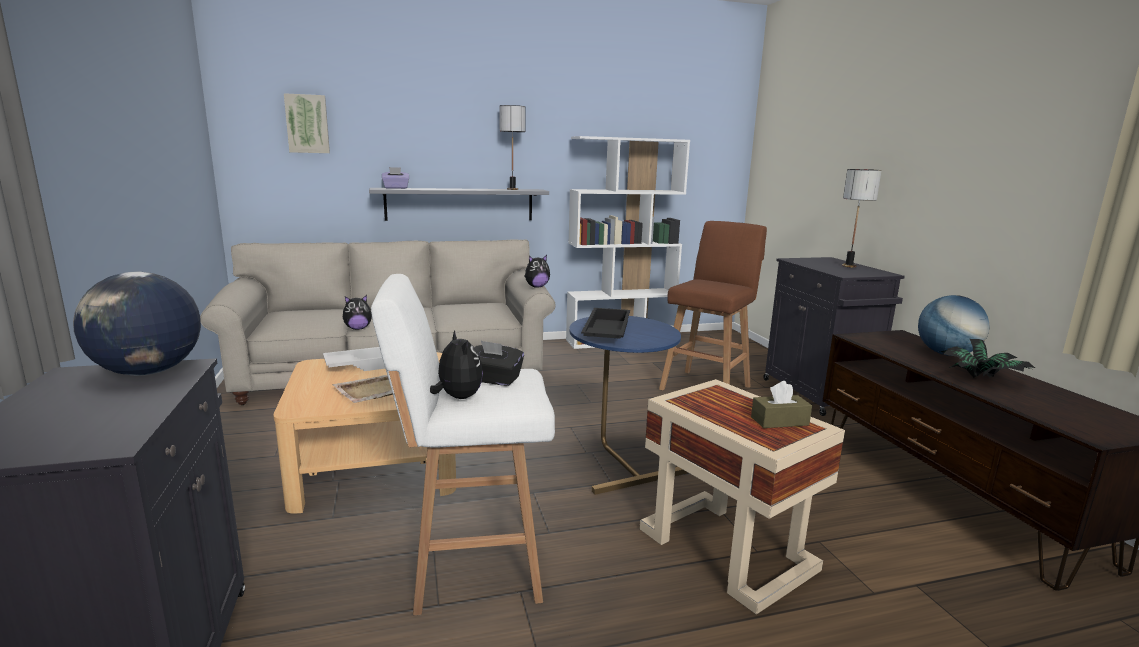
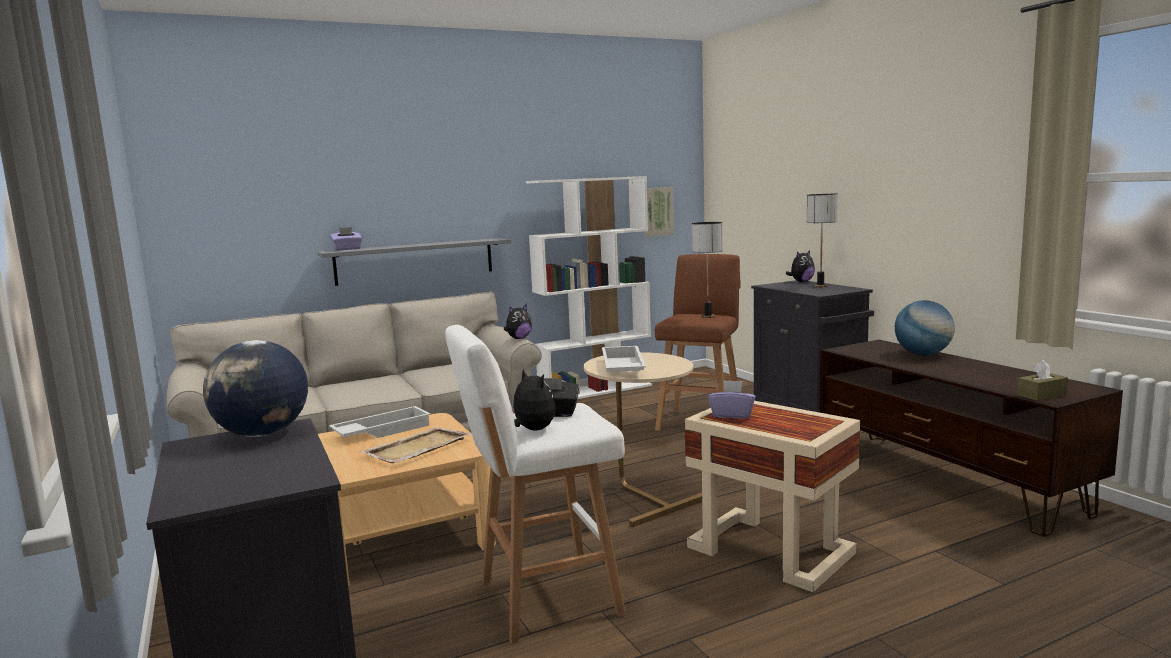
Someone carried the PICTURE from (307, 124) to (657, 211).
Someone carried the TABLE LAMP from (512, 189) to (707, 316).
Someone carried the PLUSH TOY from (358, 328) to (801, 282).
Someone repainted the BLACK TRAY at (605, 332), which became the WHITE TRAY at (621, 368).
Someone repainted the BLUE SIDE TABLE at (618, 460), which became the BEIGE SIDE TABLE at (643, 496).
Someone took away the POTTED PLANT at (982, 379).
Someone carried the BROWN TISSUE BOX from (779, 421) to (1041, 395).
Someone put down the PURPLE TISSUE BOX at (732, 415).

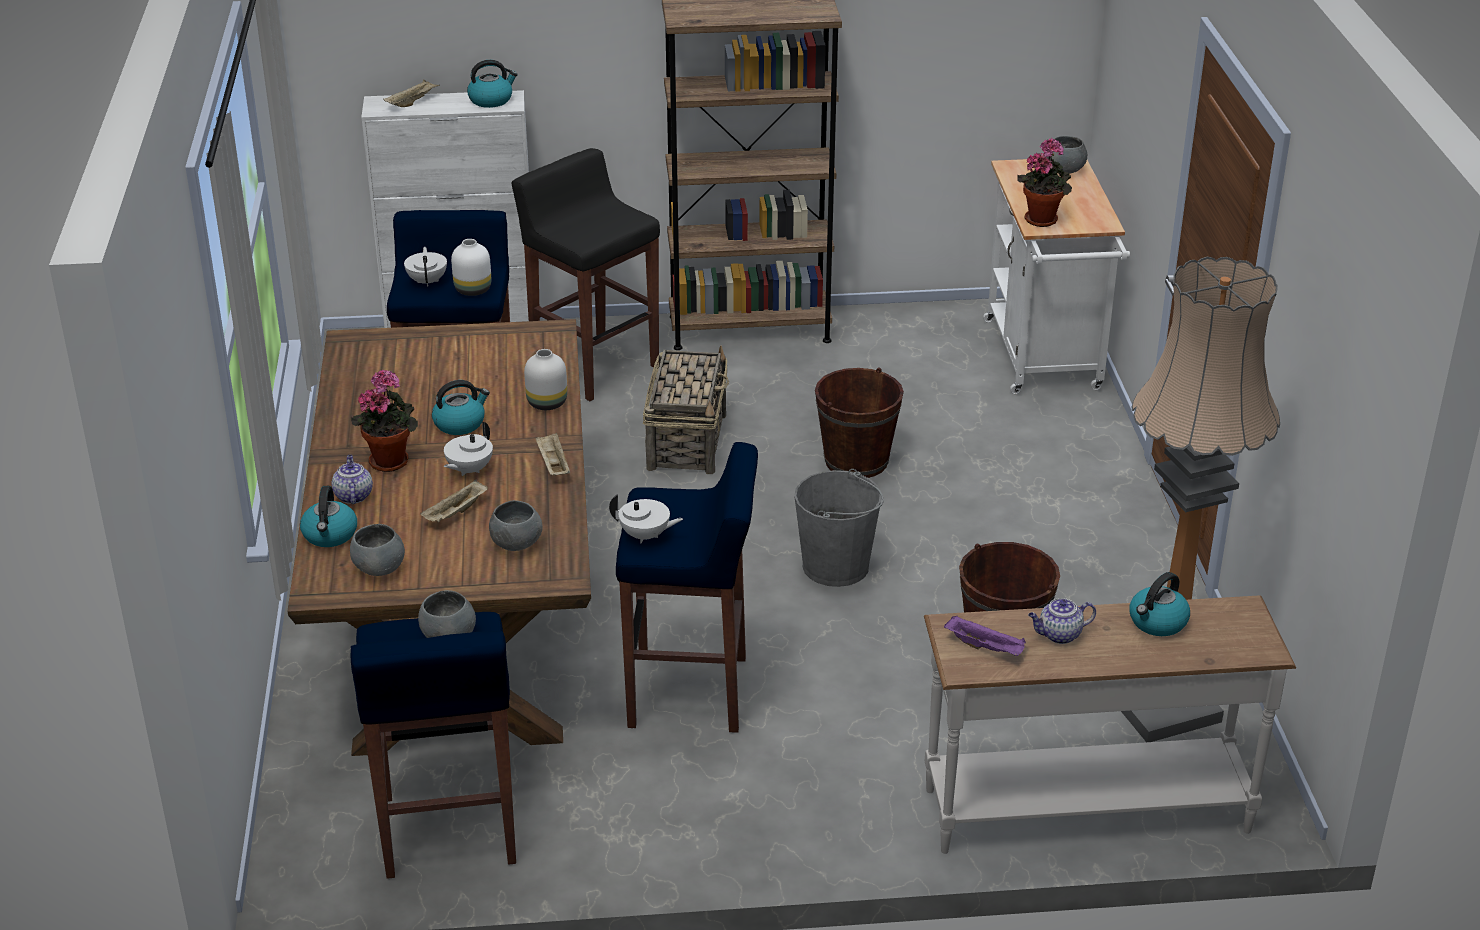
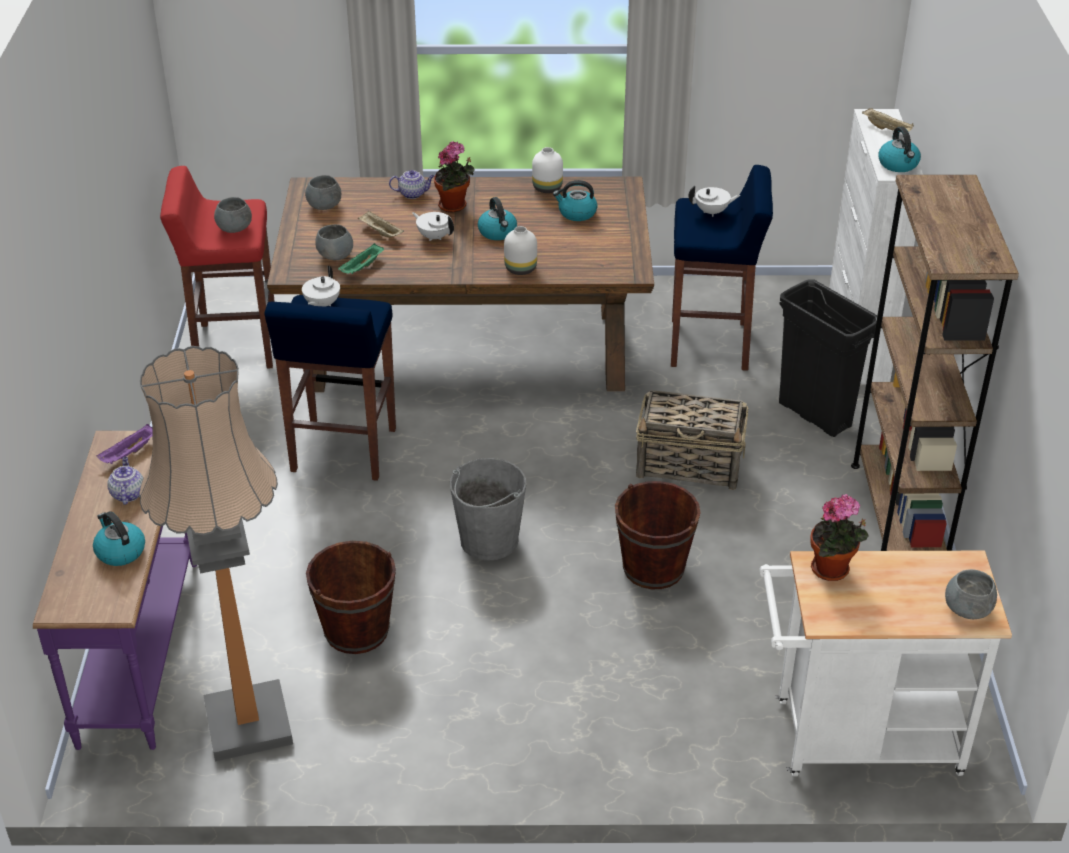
Someone swapped the BLACK STOOL at (594, 367) for the BLACK TRASH CAN at (815, 415).
Someone carried the WHITE VASE from (473, 289) to (548, 188).
Someone took away the BEIGE TRAY at (553, 465).
Someone carried the KETTLE from (330, 535) to (576, 213).
Someone repainted the WHITE CONSOLE TABLE at (1085, 808), which became the PURPLE CONSOLE TABLE at (142, 651).
Someone repainted the BLUE STOOL at (448, 832), which became the RED STOOL at (234, 346).
Someone put down the GREEN TRAY at (362, 268).

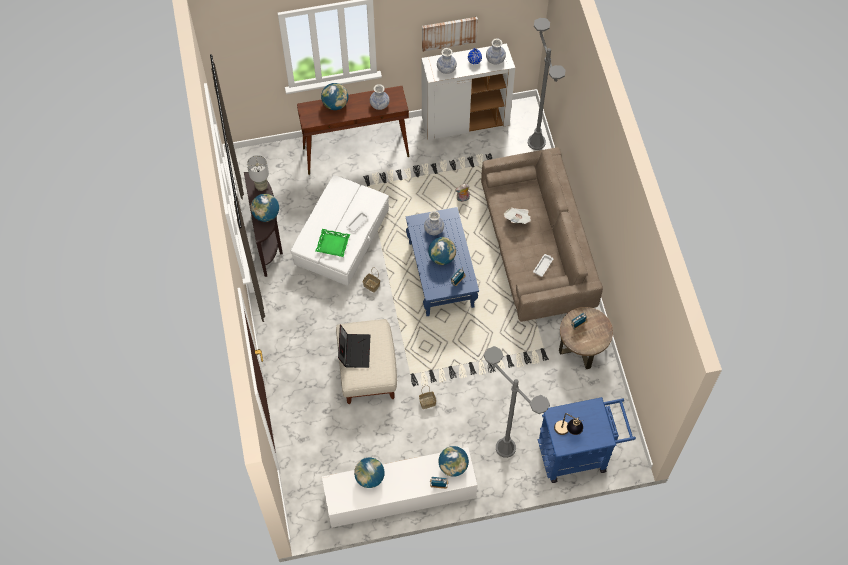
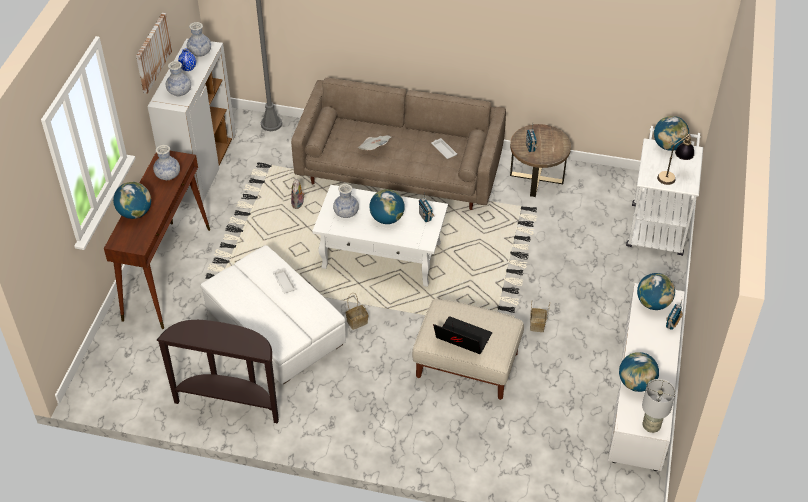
Someone carried the GREY TABLE LAMP from (261, 186) to (651, 426).
Someone carried the GLOBE from (266, 215) to (668, 146).
Someone repainted the BLUE COFFEE TABLE at (441, 275), which became the WHITE COFFEE TABLE at (382, 256).
Someone took away the GREEN TRAY at (333, 244).
Someone took away the GREY FLOOR LAMP at (505, 447).
Someone repainted the BLUE CART at (578, 453), which became the WHITE CART at (657, 224).

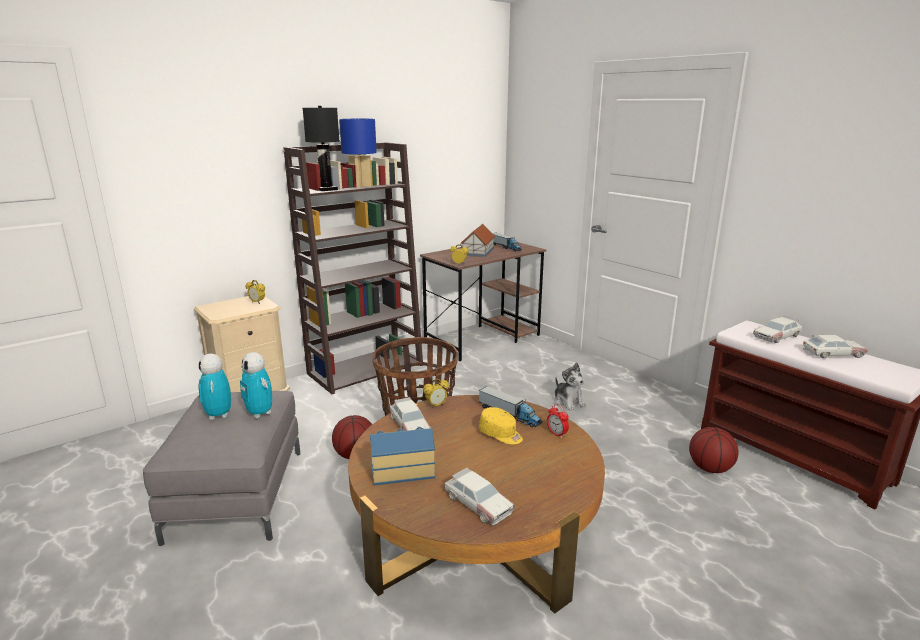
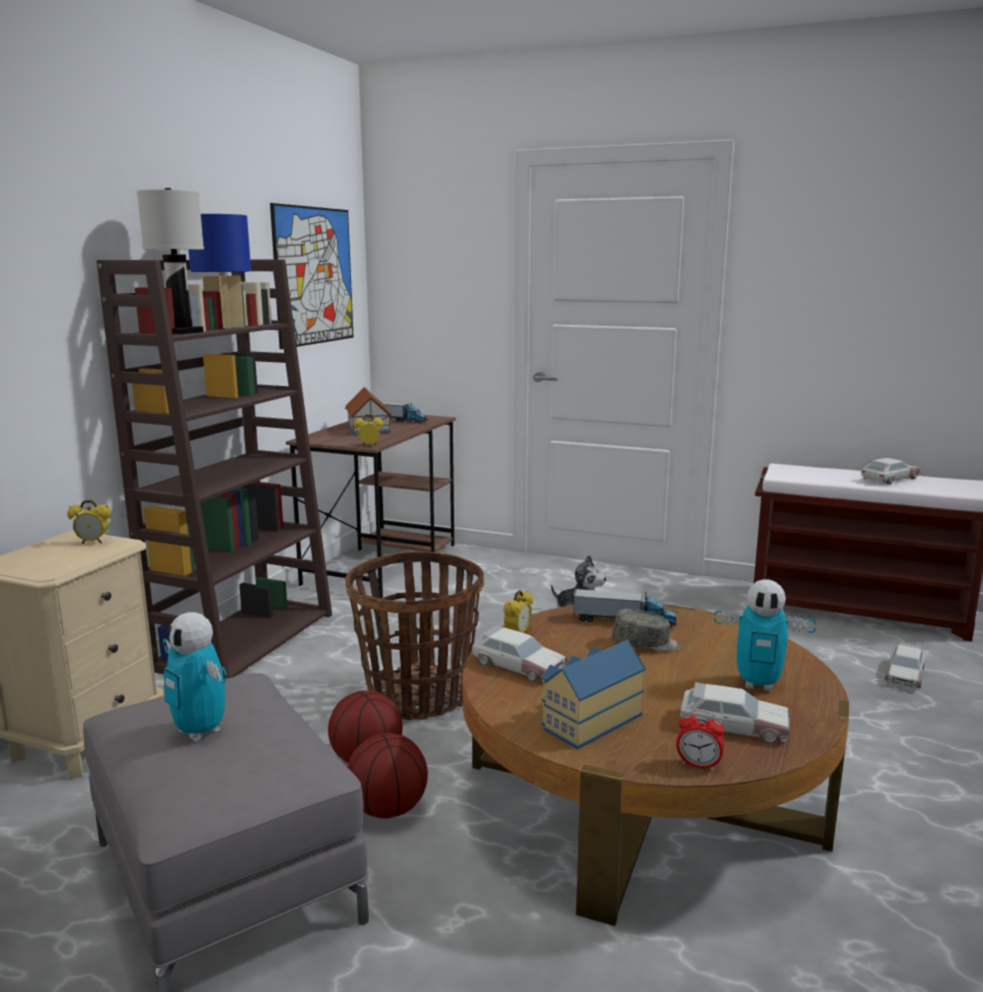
Someone repainted the BLACK TABLE LAMP at (326, 189), which became the WHITE TABLE LAMP at (181, 332).
Someone carried the TOY CAR from (776, 336) to (904, 674).
Someone carried the TOY ROBOT from (260, 413) to (758, 684).
Someone carried the ALARM CLOCK from (557, 434) to (698, 765).
Someone repainted the YELLOW CAP at (501, 434), which became the GREY CAP at (646, 644).
Someone carried the BASKETBALL from (710, 468) to (388, 809).
Someone put up the PICTURE at (314, 276).

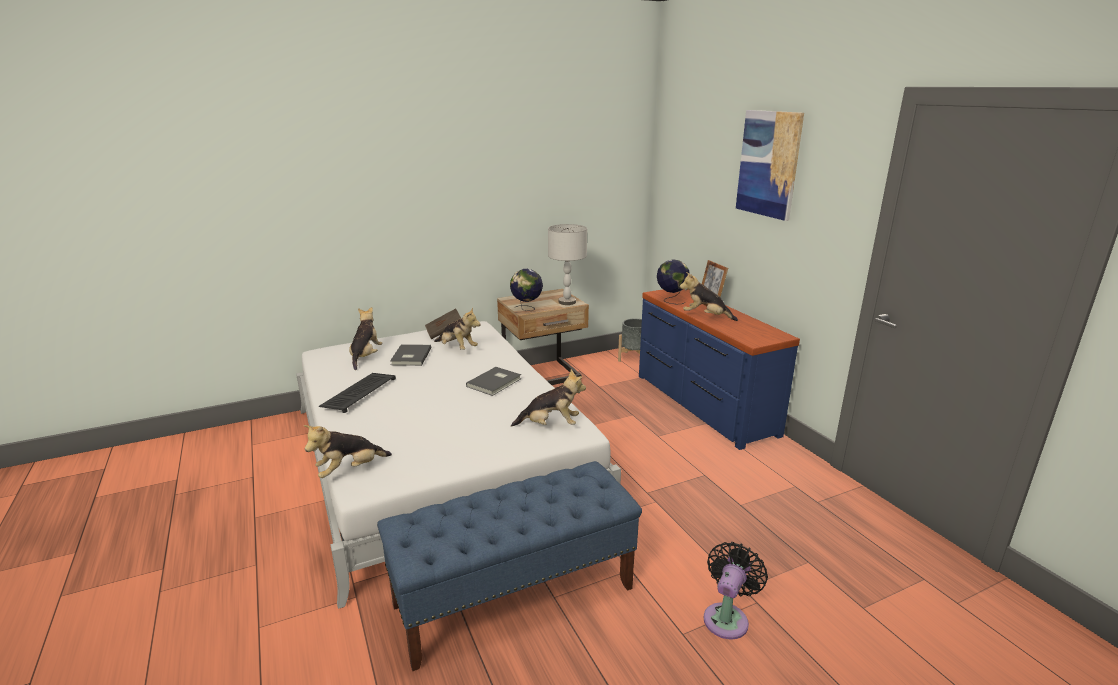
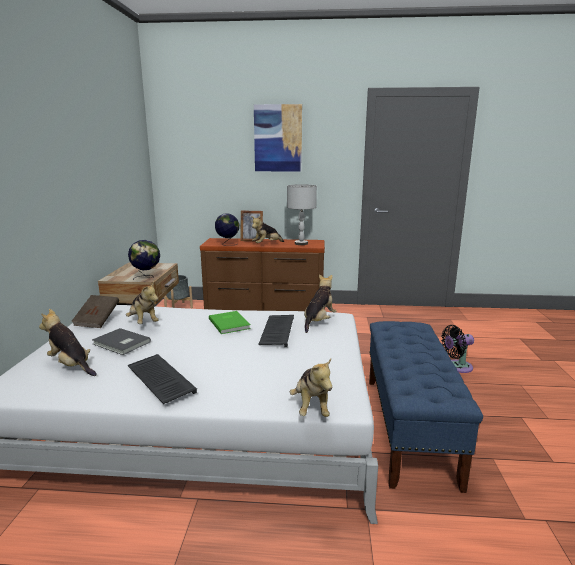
Someone carried the GREY TABLE LAMP from (567, 302) to (301, 243).
Someone repainted the BLUE DRESSER at (702, 404), which became the BROWN DRESSER at (264, 309).
Someone rotated the PLUSH TOY at (457, 348) by 75 degrees clockwise.
Someone repainted the GREY BOOK at (495, 382), which became the GREEN BOOK at (230, 323).
Someone rotated the BLACK FAN at (727, 617) by 75 degrees counterclockwise.
Someone put down the KEYBOARD at (276, 331).

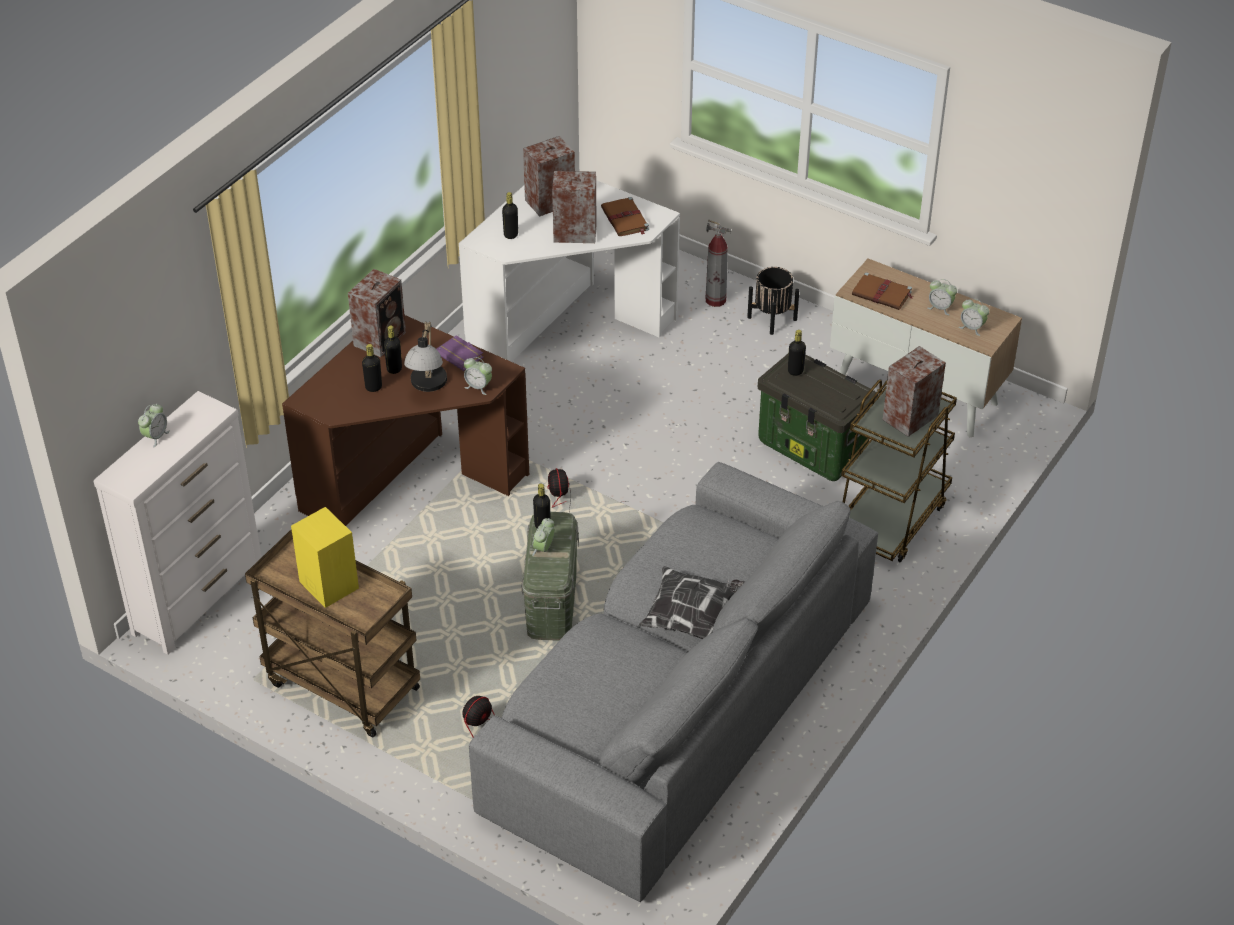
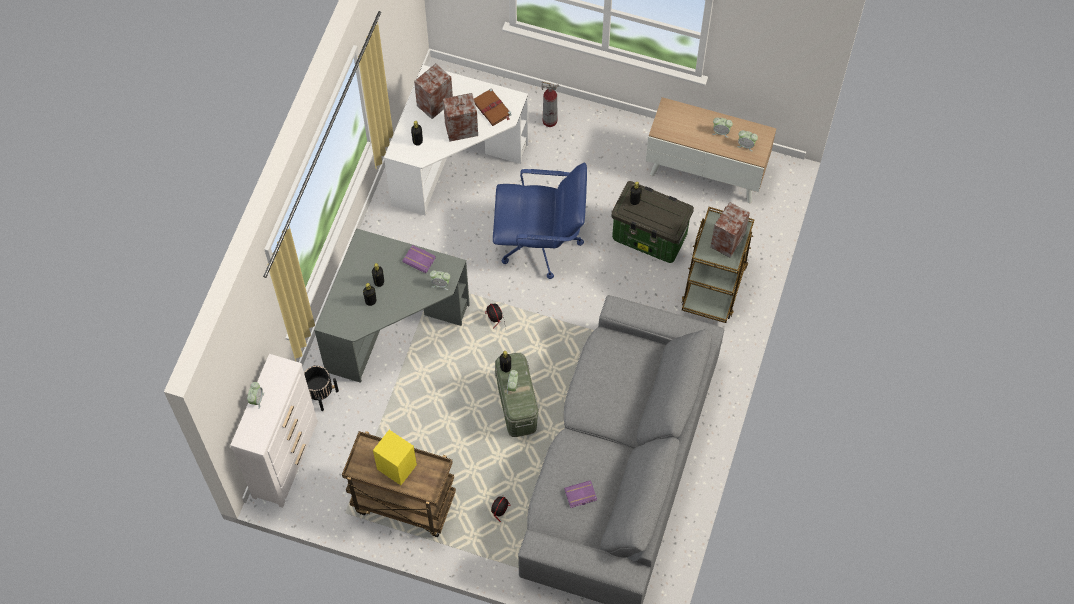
Someone carried the BLACK PLANTER from (772, 318) to (320, 393).
Someone took away the SPEAKER at (381, 338).
Someone took away the BROWN BOOK at (882, 294).
Someone repainted the BROWN DESK at (411, 480), which became the GREY DESK at (392, 328).
Someone took away the TABLE LAMP at (428, 386).
Someone took away the PILLOW at (693, 618).
Someone put down the BLUE OFFICE CHAIR at (540, 243).
Someone put down the PURPLE BOOK at (580, 496).

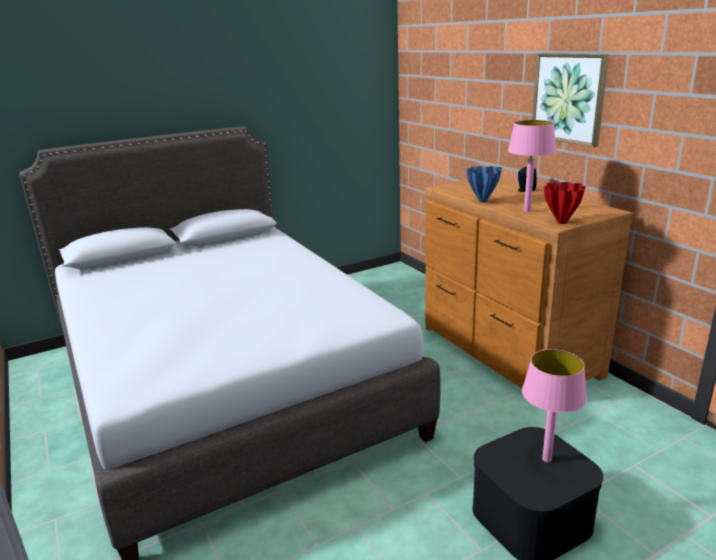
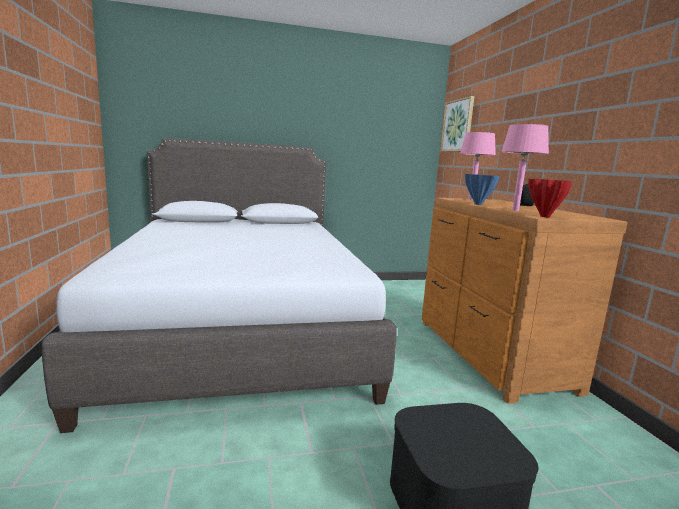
Someone carried the PICTURE from (568, 98) to (458, 126).
Someone carried the PINK TABLE LAMP from (546, 459) to (471, 200).

